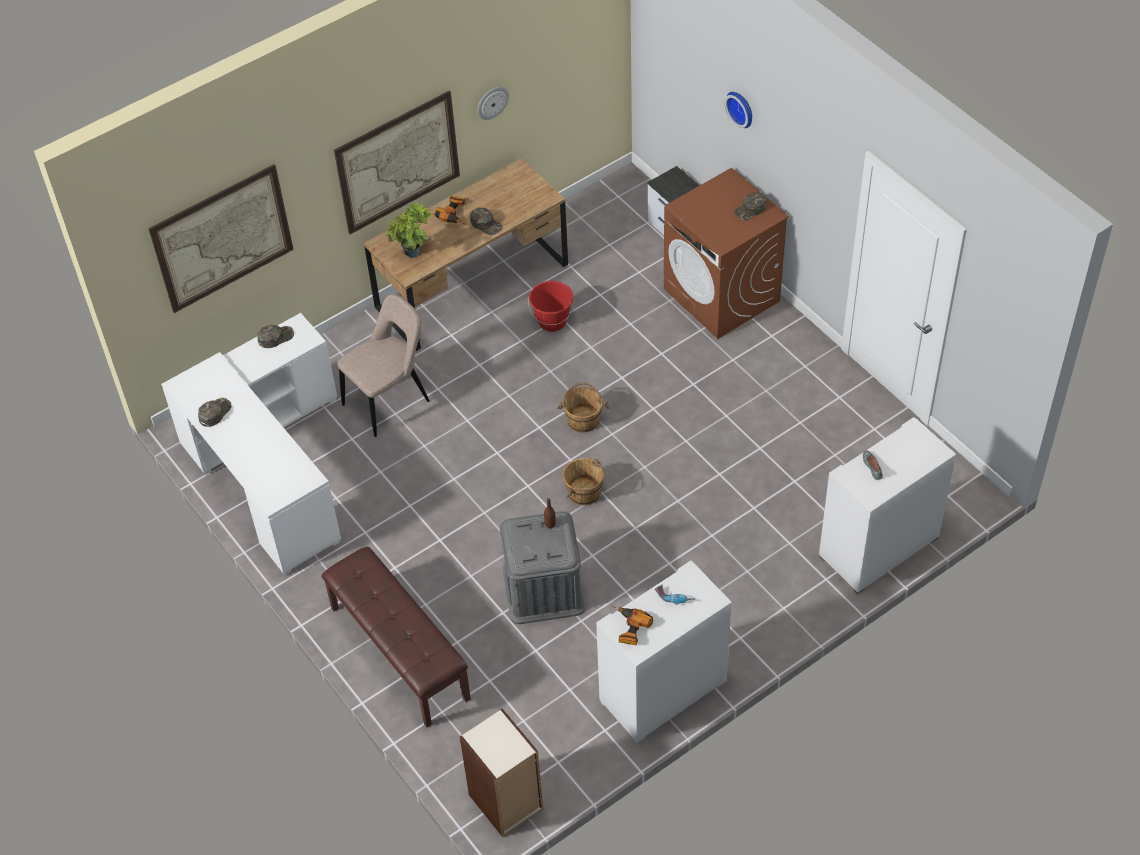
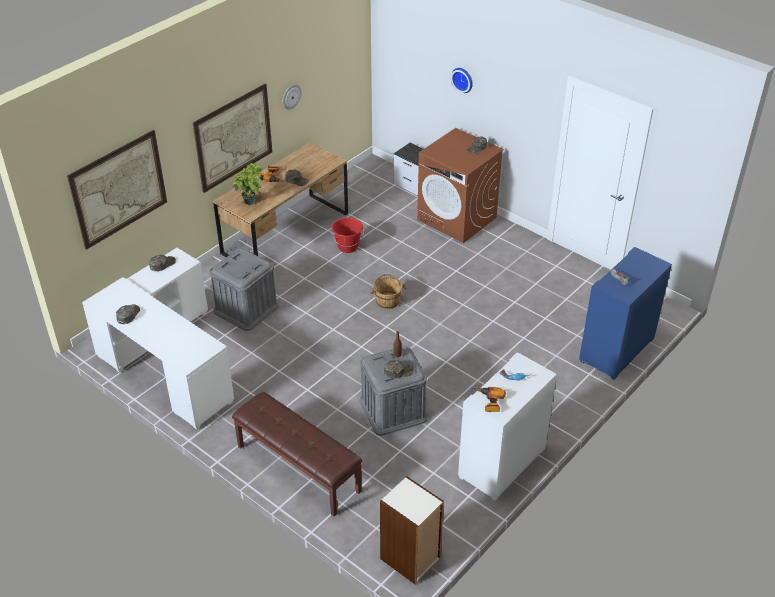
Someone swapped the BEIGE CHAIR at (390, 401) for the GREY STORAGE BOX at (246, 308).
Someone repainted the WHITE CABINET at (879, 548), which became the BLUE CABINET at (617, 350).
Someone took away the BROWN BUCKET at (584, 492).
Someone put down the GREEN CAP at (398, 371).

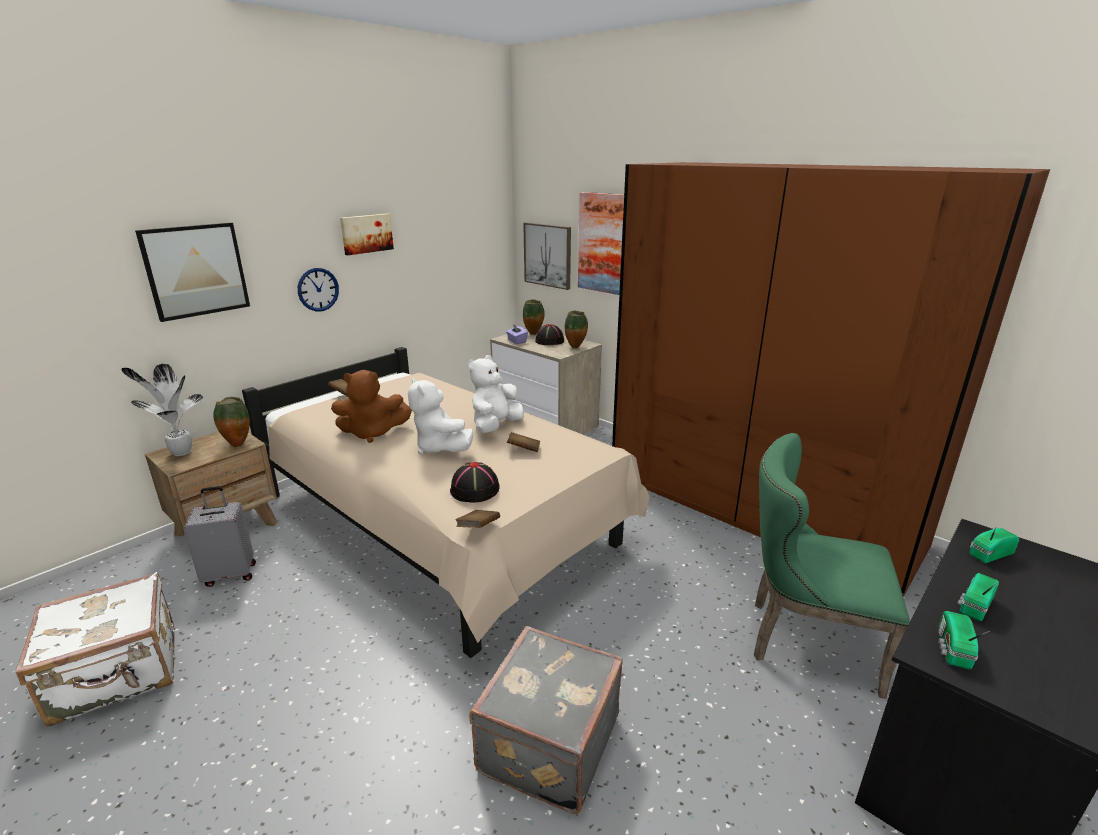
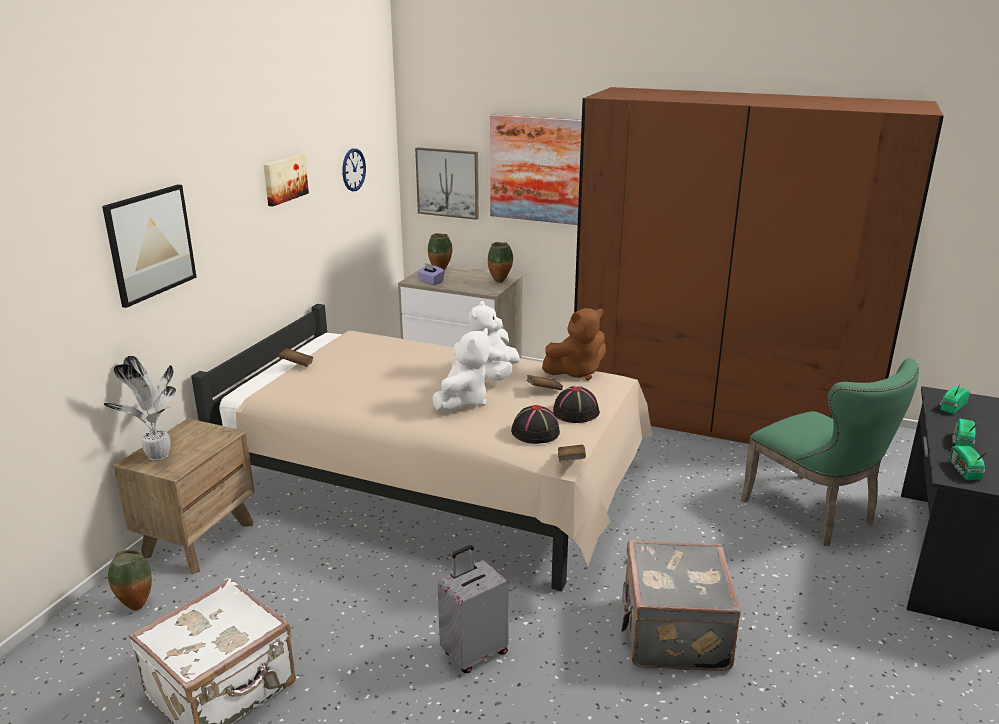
Someone carried the WALL CLOCK from (318, 289) to (353, 169).
Someone carried the BLACK HAT from (550, 341) to (576, 412).
Someone carried the BROWN PLUSH TOY from (372, 433) to (576, 372).
Someone rotated the WHITE PLUSH TOY at (440, 448) by 105 degrees counterclockwise.
Someone carried the VASE from (237, 444) to (136, 606).
Someone rotated the GREEN CHAIR at (804, 640) by 120 degrees counterclockwise.
Someone carried the GREY SUITCASE from (230, 574) to (474, 653).

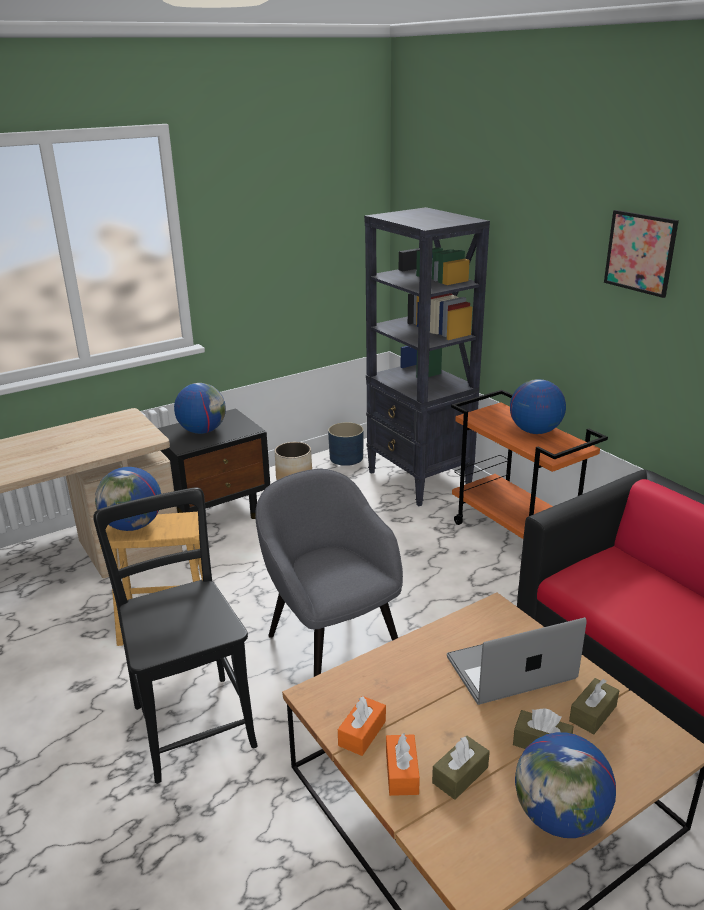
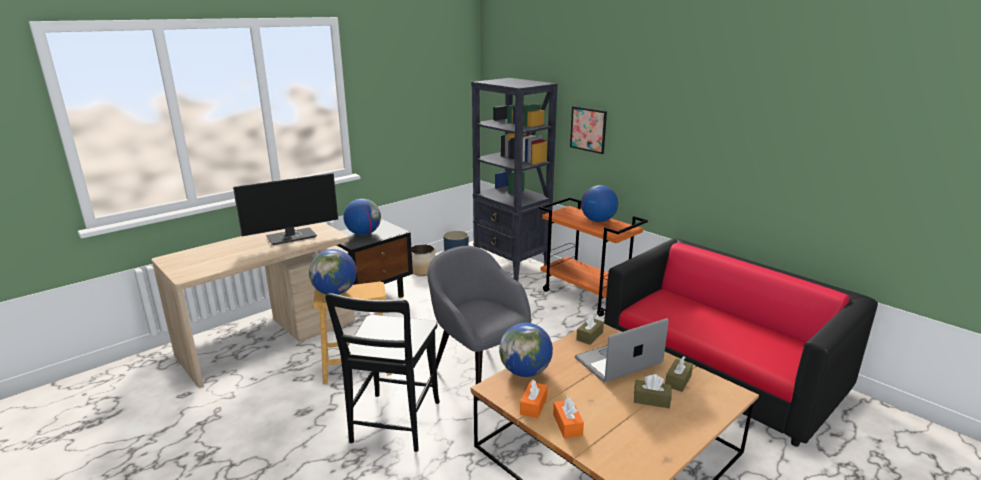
Someone carried the PICTURE from (640, 253) to (588, 129).
Someone rotated the BLACK CHAIR at (191, 720) by 135 degrees counterclockwise.
Someone carried the GLOBE from (560, 817) to (525, 372).
Someone carried the BROWN TISSUE BOX from (460, 775) to (589, 336).
Someone put down the MONITOR at (292, 236).

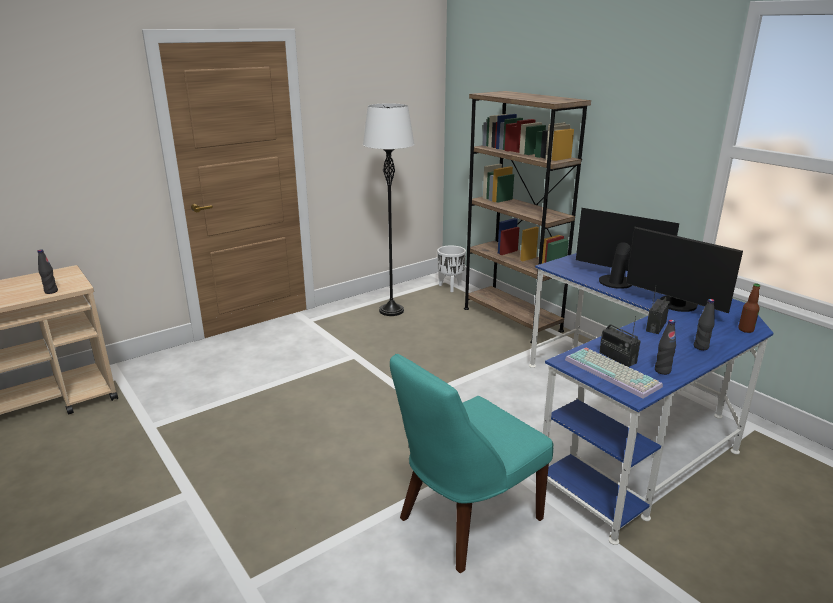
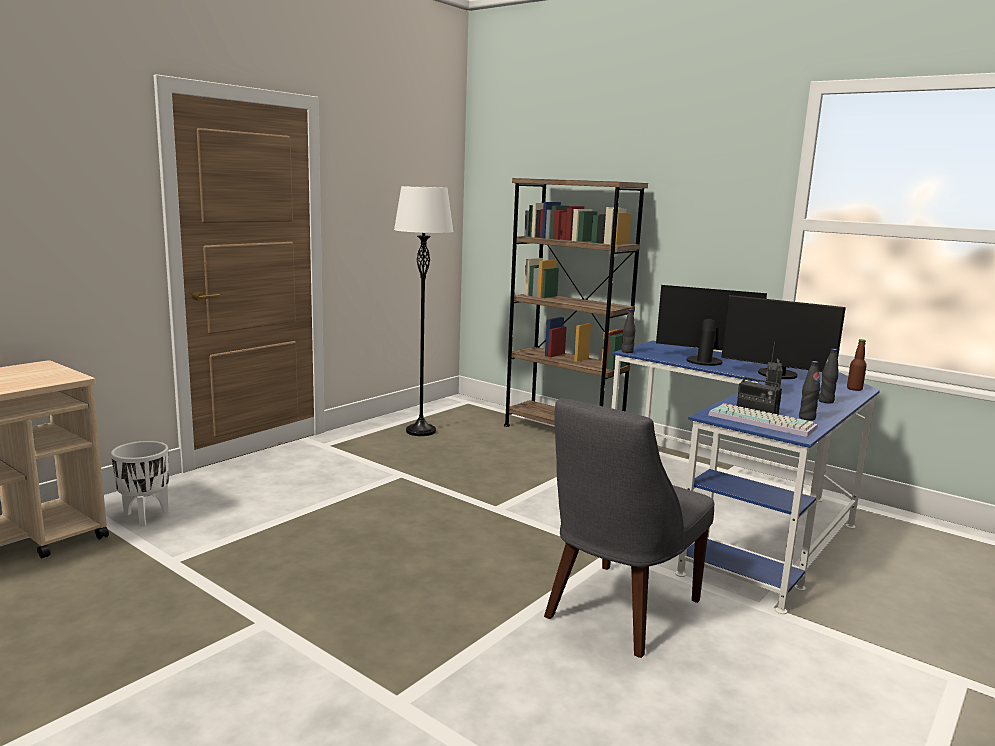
Someone carried the WHITE PLANTER from (451, 287) to (145, 516).
Someone carried the BLACK BOTTLE from (51, 291) to (627, 351).
Someone repainted the TURQUOISE CHAIR at (465, 520), which became the GREY CHAIR at (618, 611).

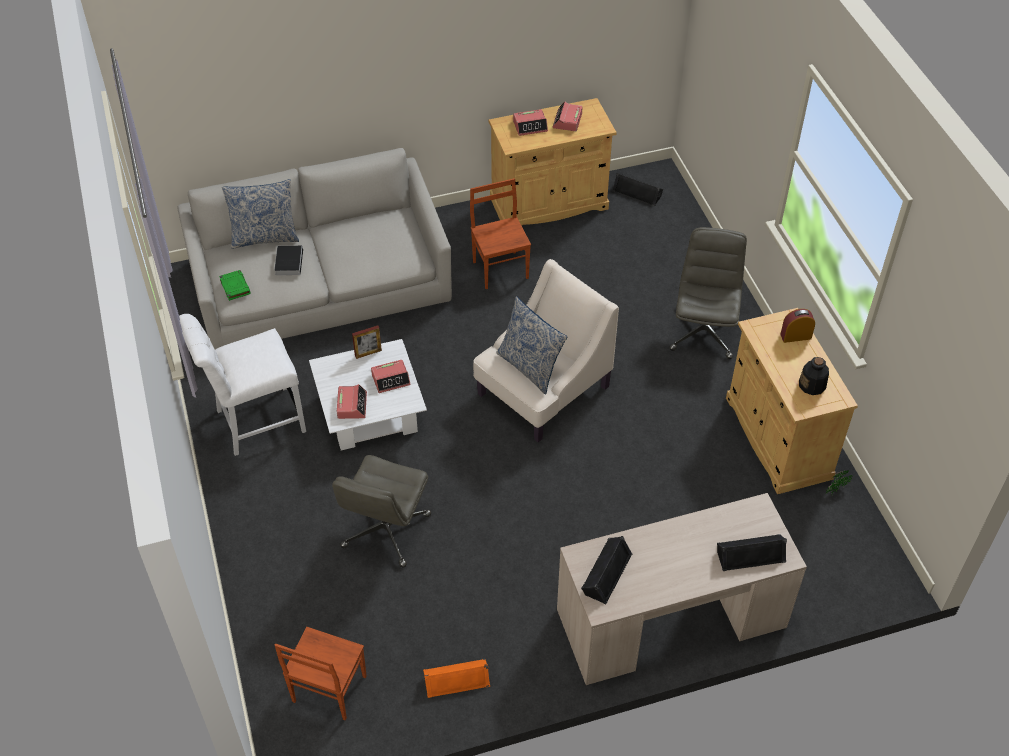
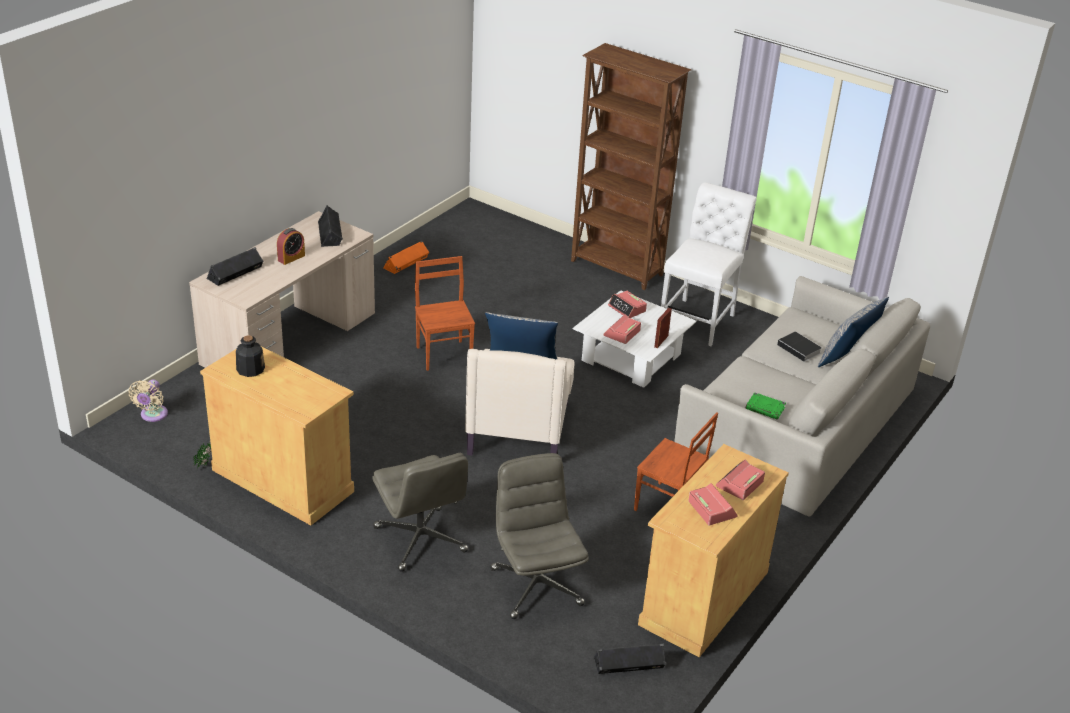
Someone carried the GREEN BOOK from (234, 287) to (765, 408).
Someone carried the ALARM CLOCK from (795, 336) to (291, 258).
Someone carried the GREY OFFICE CHAIR from (386, 532) to (535, 586).
Someone carried the BROWN CHAIR from (328, 689) to (444, 354).
Someone put down the BROWN BOOKCASE at (616, 269).
Someone put down the BEIGE FAN at (152, 415).

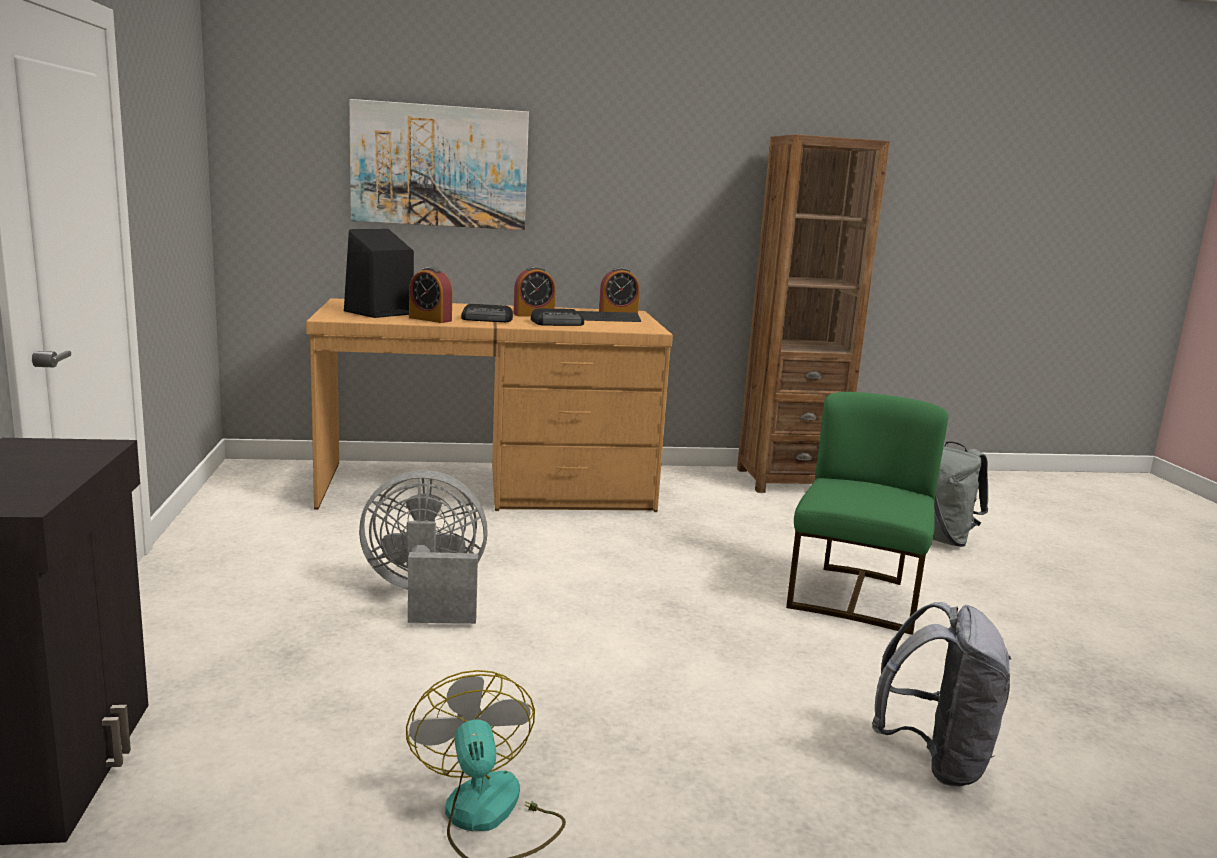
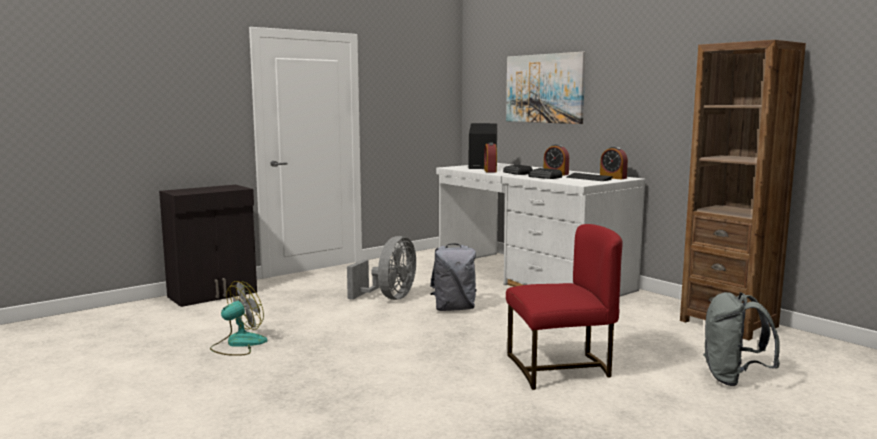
Someone repainted the BROWN DESK at (489, 487), which became the WHITE DESK at (530, 277).
Someone repainted the GREEN CHAIR at (856, 597), which became the RED CHAIR at (560, 369).
Someone rotated the GREY FAN at (426, 596) by 60 degrees clockwise.
Someone carried the GREY BACKPACK from (934, 760) to (454, 308).

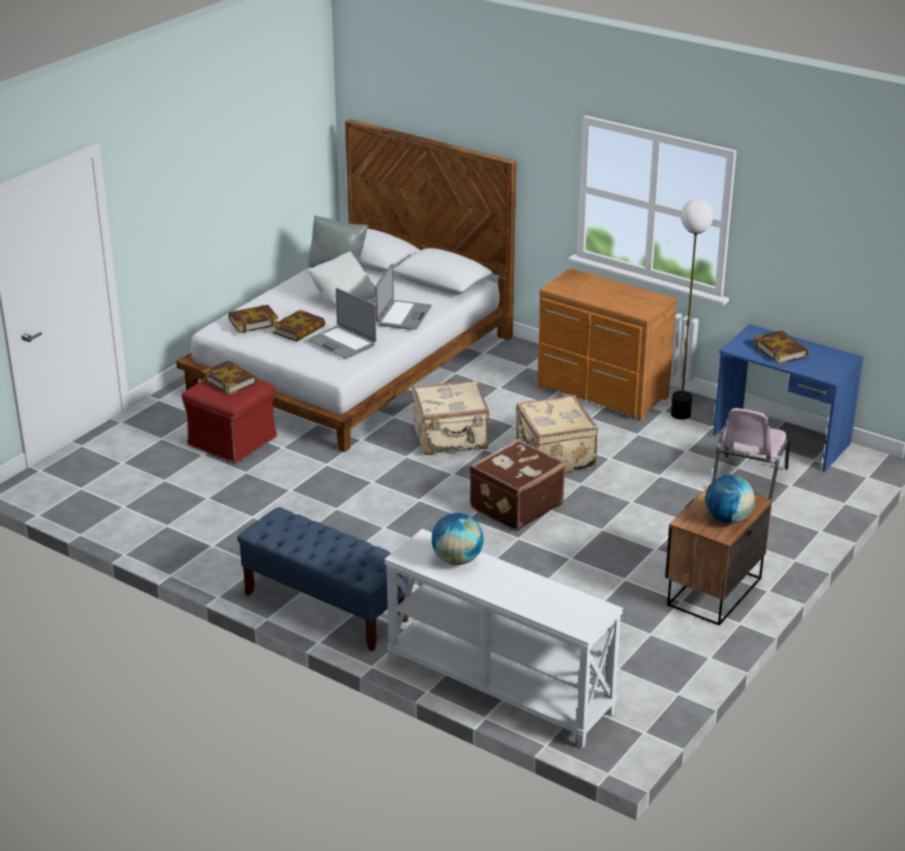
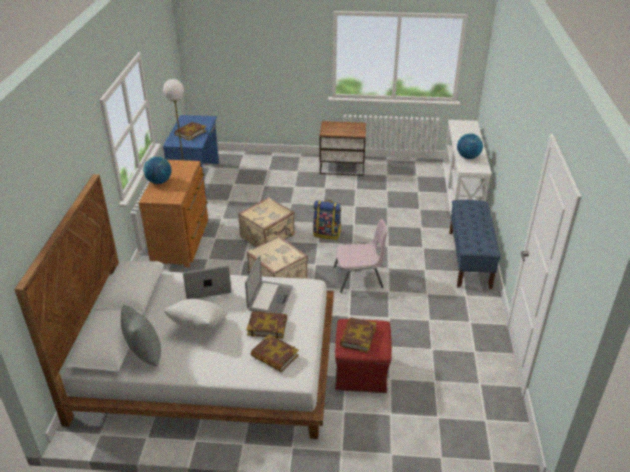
Someone carried the PINK CHAIR from (747, 479) to (359, 277).
Someone swapped the BROWN SUITCASE at (514, 506) for the BACKPACK at (327, 234).
Someone carried the GLOBE from (727, 519) to (159, 182).

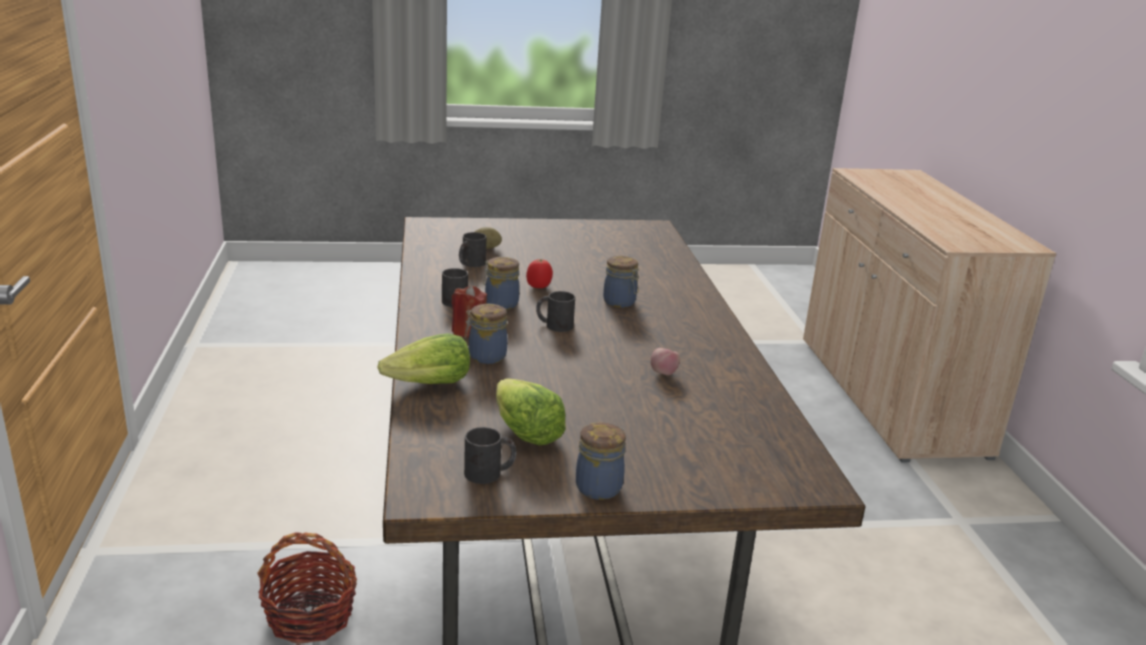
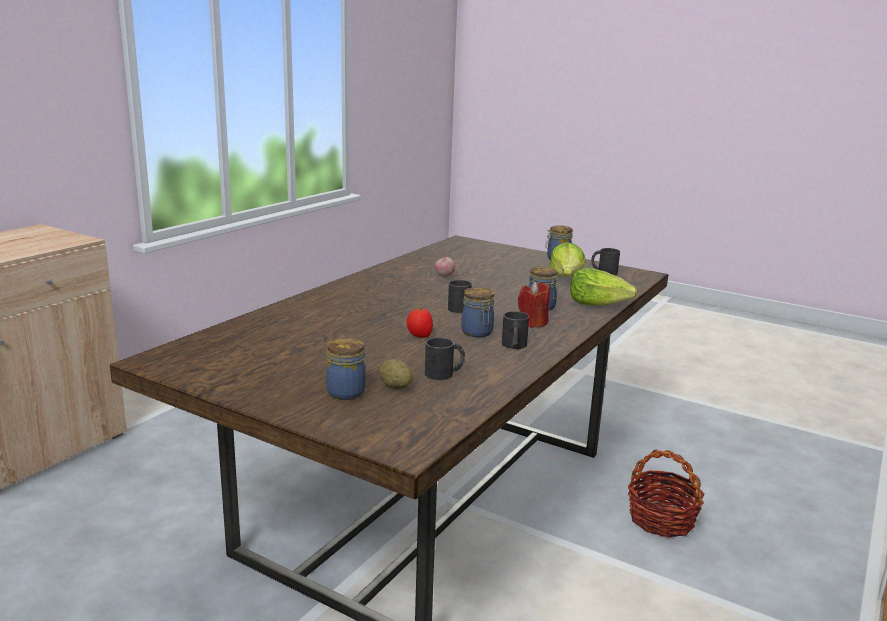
Someone carried the JAR from (620, 302) to (346, 391).

